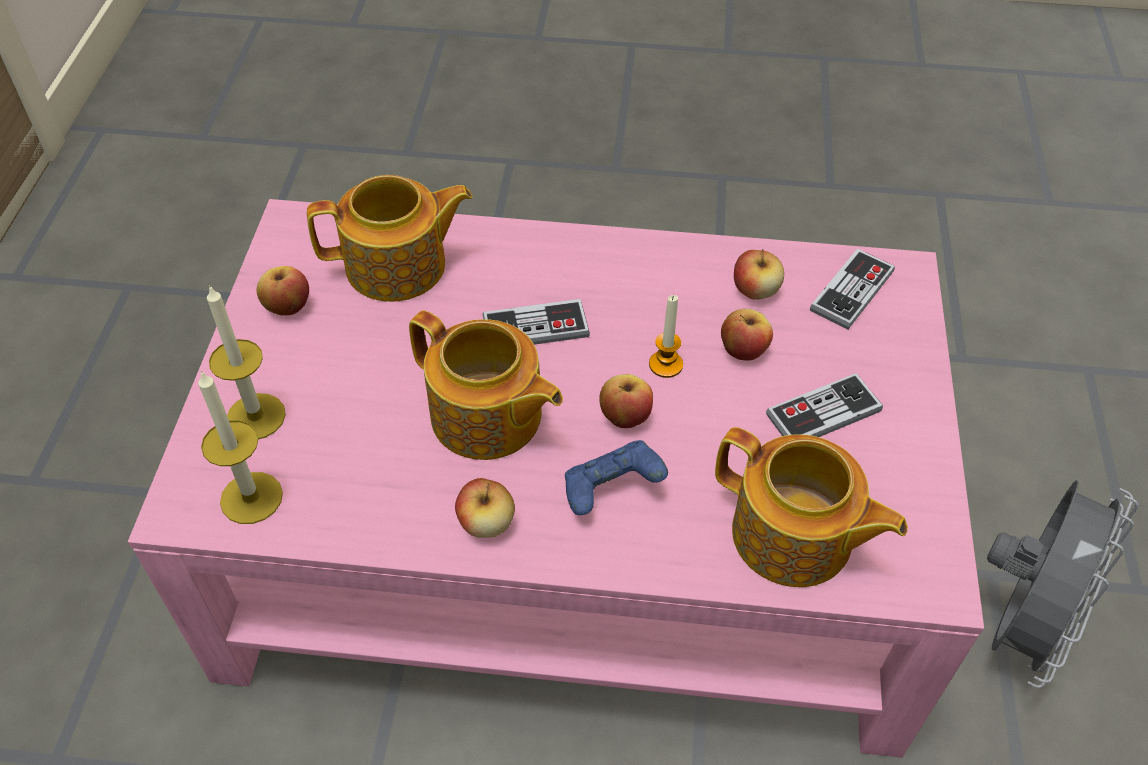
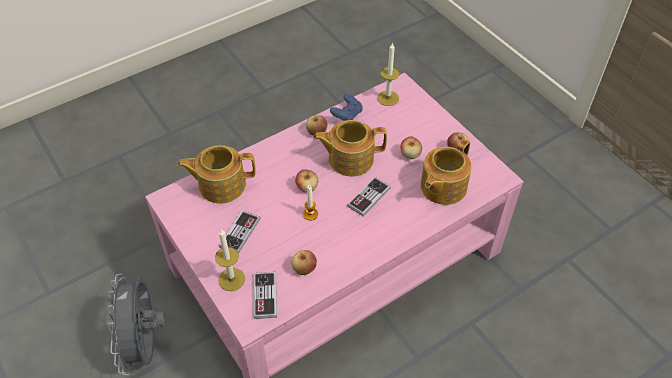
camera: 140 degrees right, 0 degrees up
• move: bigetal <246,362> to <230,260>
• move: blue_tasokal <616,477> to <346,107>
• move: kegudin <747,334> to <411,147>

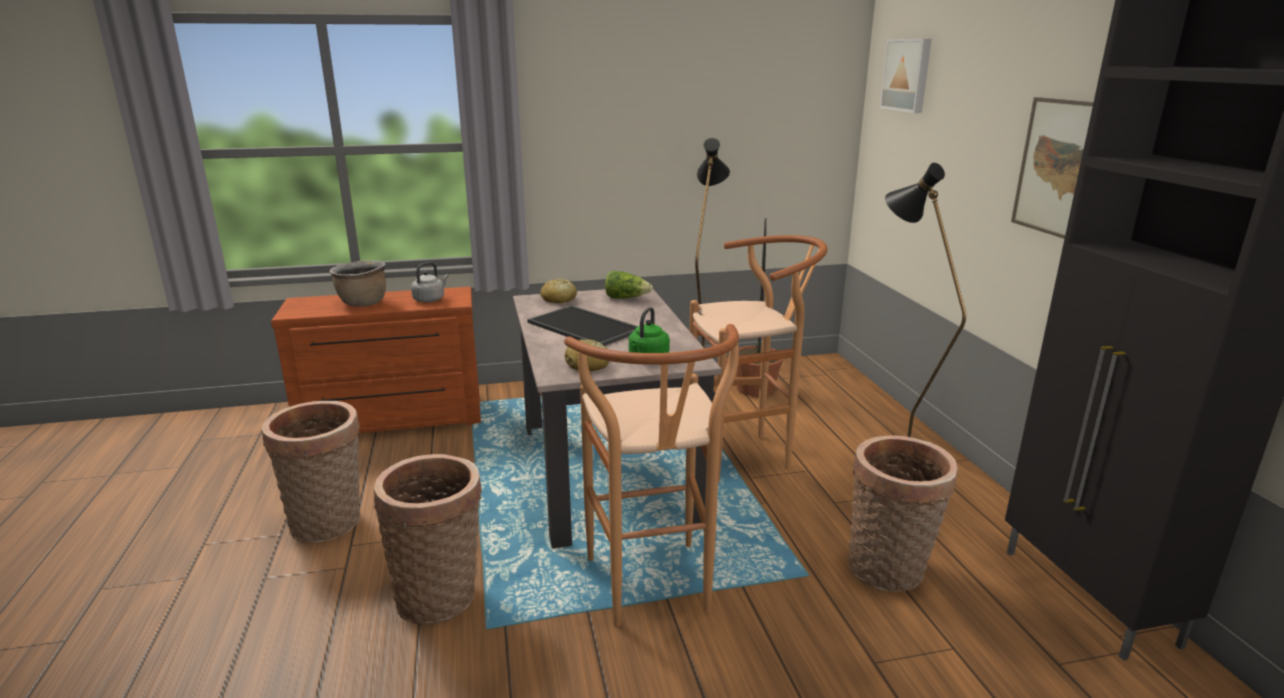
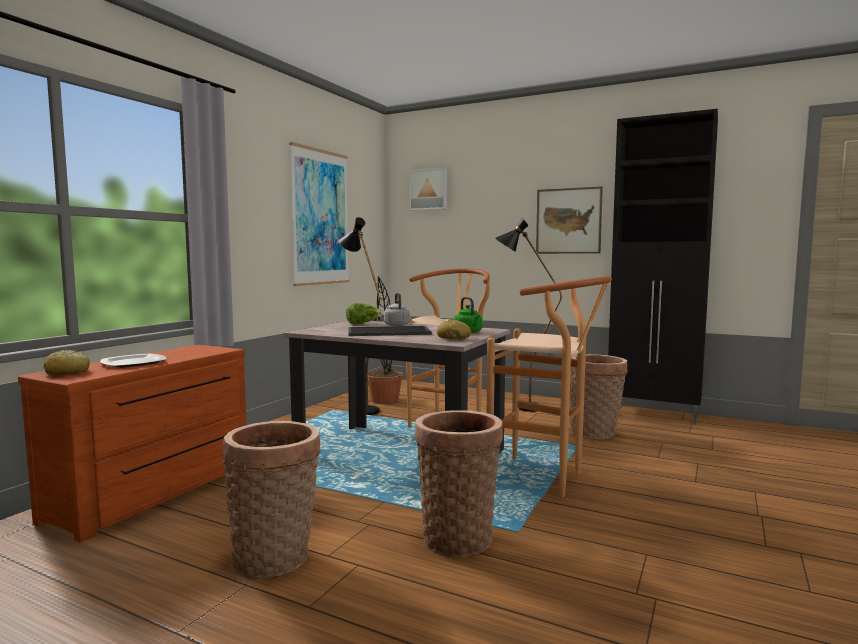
camera: 50 degrees left, 15 degrees down
• move: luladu <559,290> to <67,363>
• replace: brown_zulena <358,283> to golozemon <133,360>
• insert: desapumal <319,214>
• move: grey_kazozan <430,282> to <397,309>

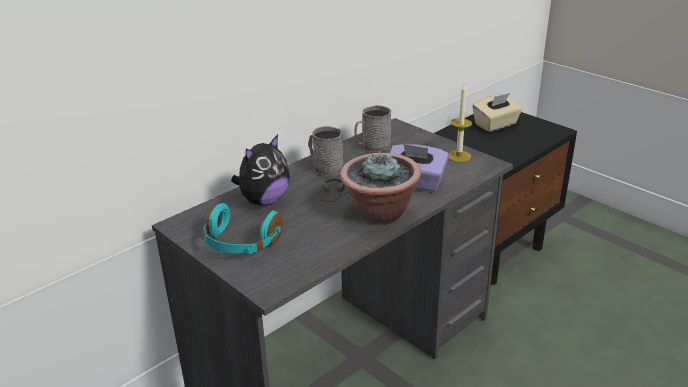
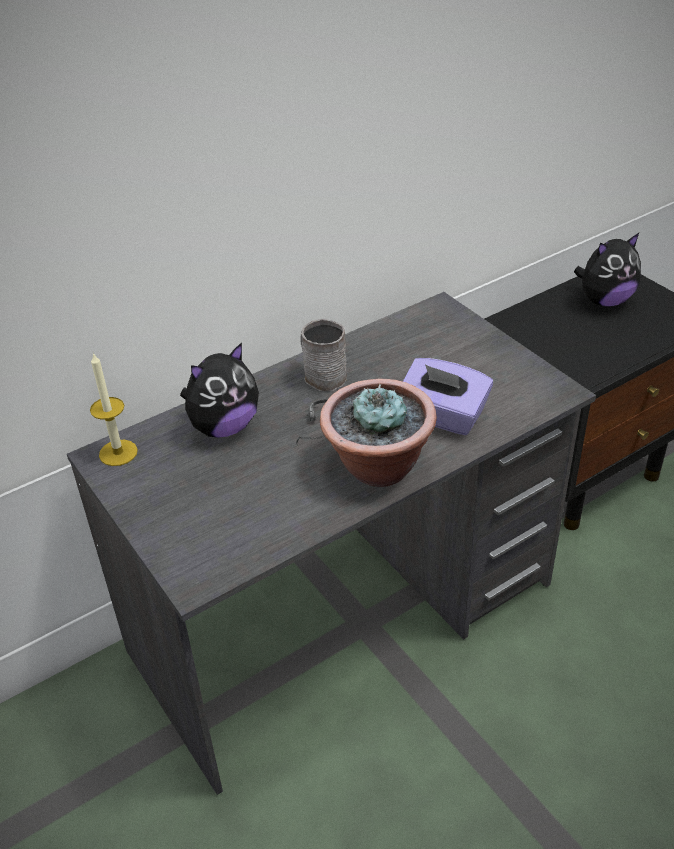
camera: 10 degrees right, 10 degrees up
• move: bigetal <460,122> to <114,409>
• replace: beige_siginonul <497,112> to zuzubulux <607,270>
• delete: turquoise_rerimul <242,228>
• delete: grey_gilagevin <373,128>

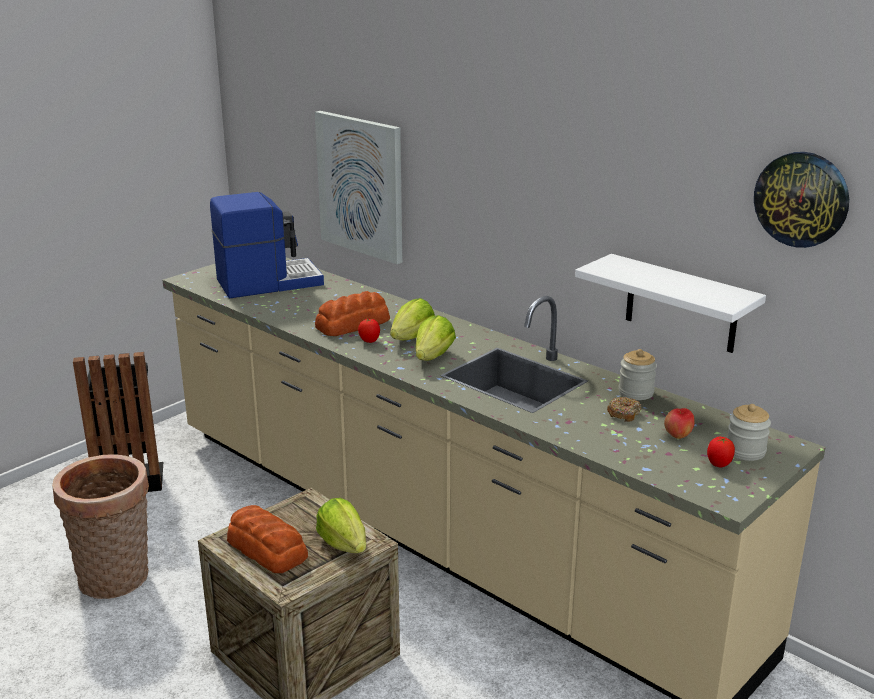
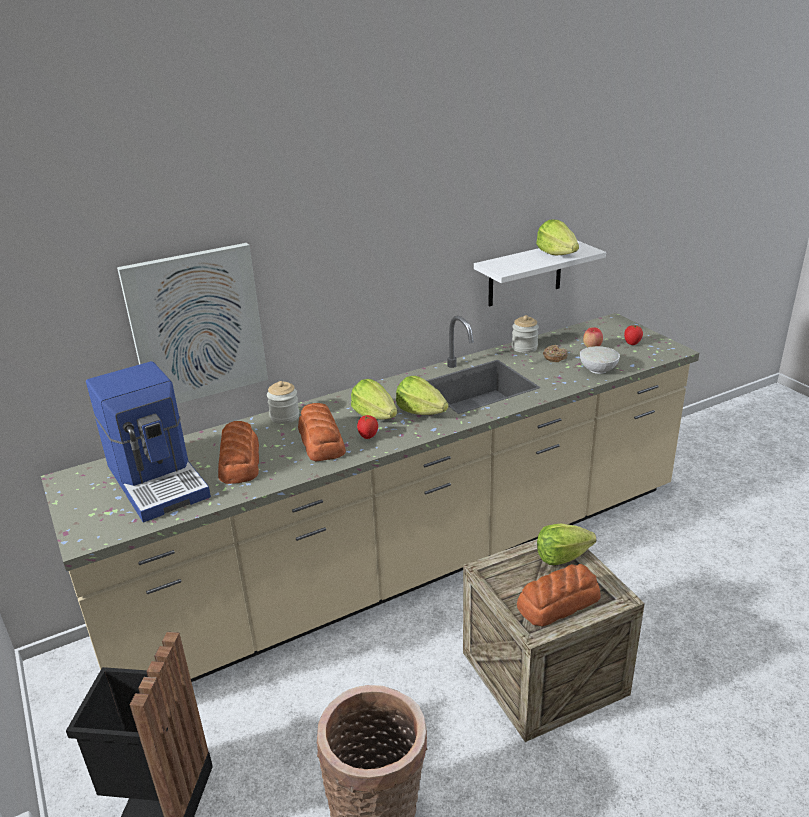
camera: 70 degrees left, 5 degrees up
• rotate: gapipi <267,245> = <148,441> 150 degrees clockwise
• insert: luladu <238,452>
• move: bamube <749,432> to <283,402>
• insert: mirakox <557,237>
• insert: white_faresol <600,360>
• delete: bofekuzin <801,200>

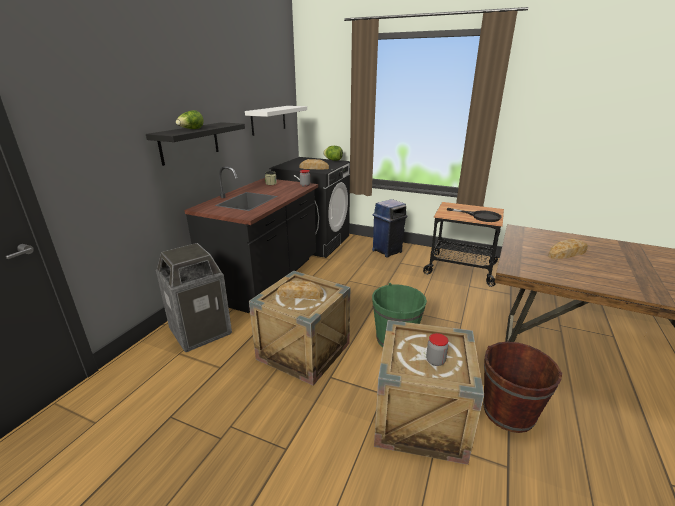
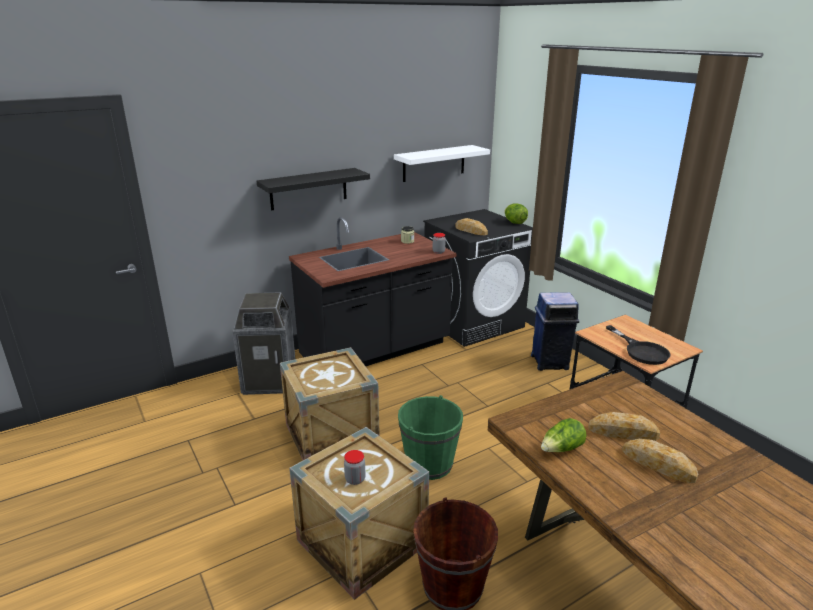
camera: 35 degrees right, 0 degrees up
• move: mirakox <190,119> to <564,435>
• move: luladu <300,290> to <660,461>

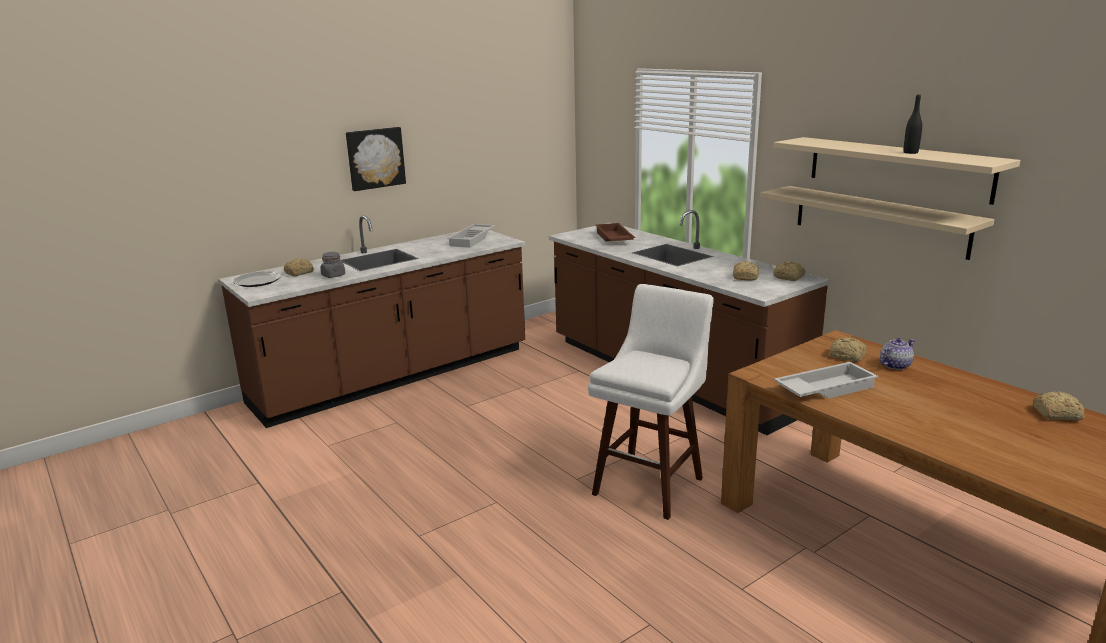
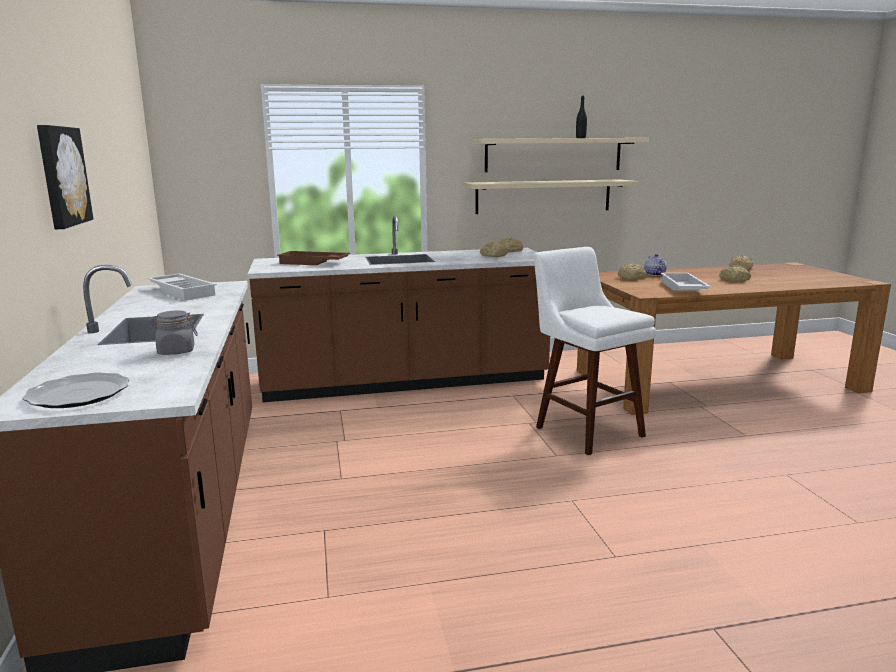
camera: 65 degrees left, 5 degrees down
• move: luladu <299,267> to <735,273>

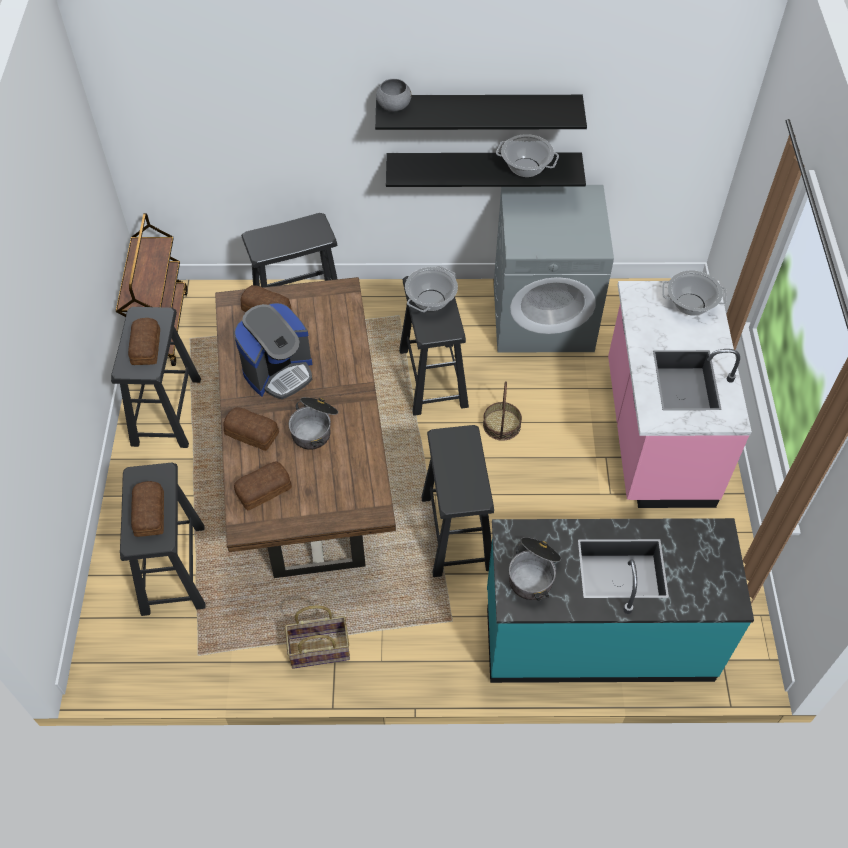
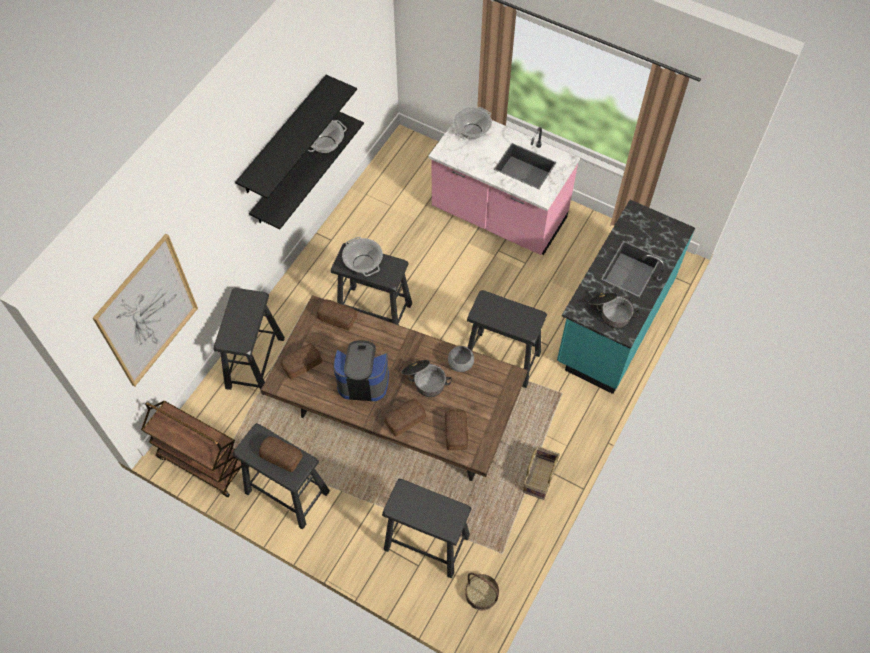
camera: 60 degrees left, 5 degrees up
• insert: desapumal <145,310>
• move: luladu <147,509> to <337,315>
• rotate: gapipi <273,351> = <361,370> 75 degrees counterclockwise
• move: grey_faresol <393,95> to <461,359>
• move: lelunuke <502,411> to <482,591>
• delete: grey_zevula <554,269>

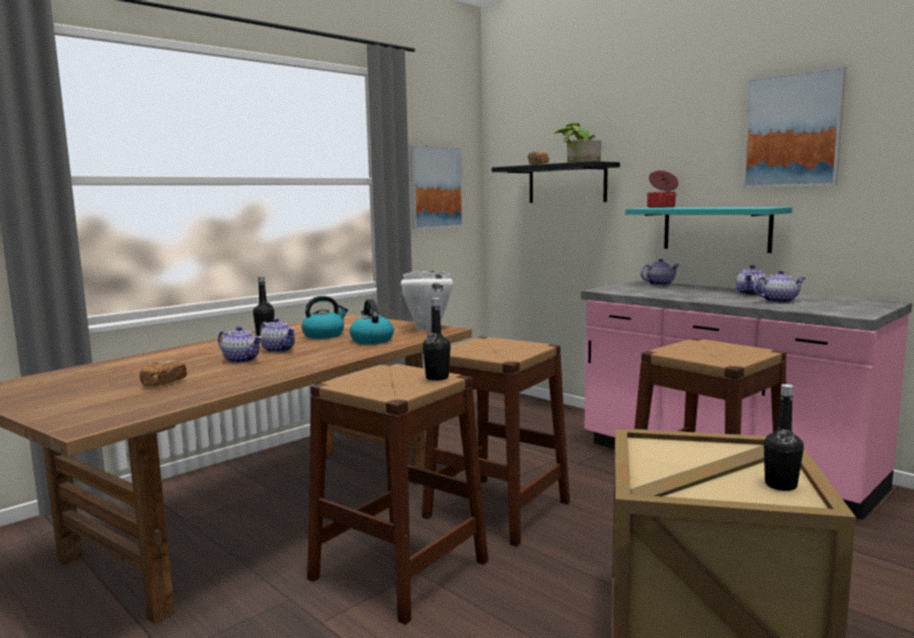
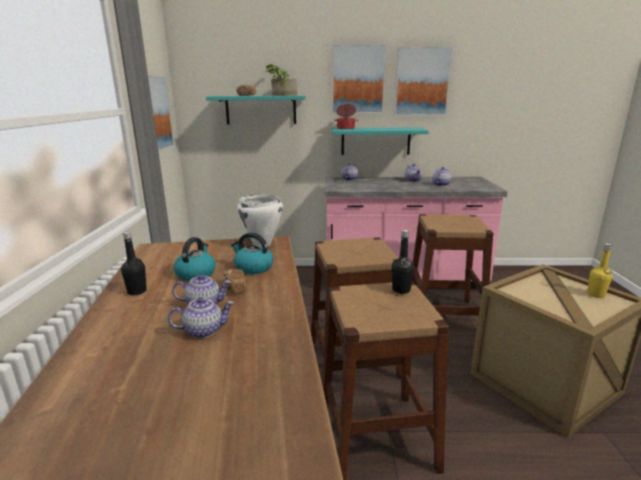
camera: 45 degrees left, 10 degrees up
• recolor: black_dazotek <556,182> to turquoise_dazotek <256,110>
• move: luladu <163,373> to <235,281>
• insert: desapumal <359,79>
• recolor: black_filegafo <784,437> to yellow_filegafo <600,270>

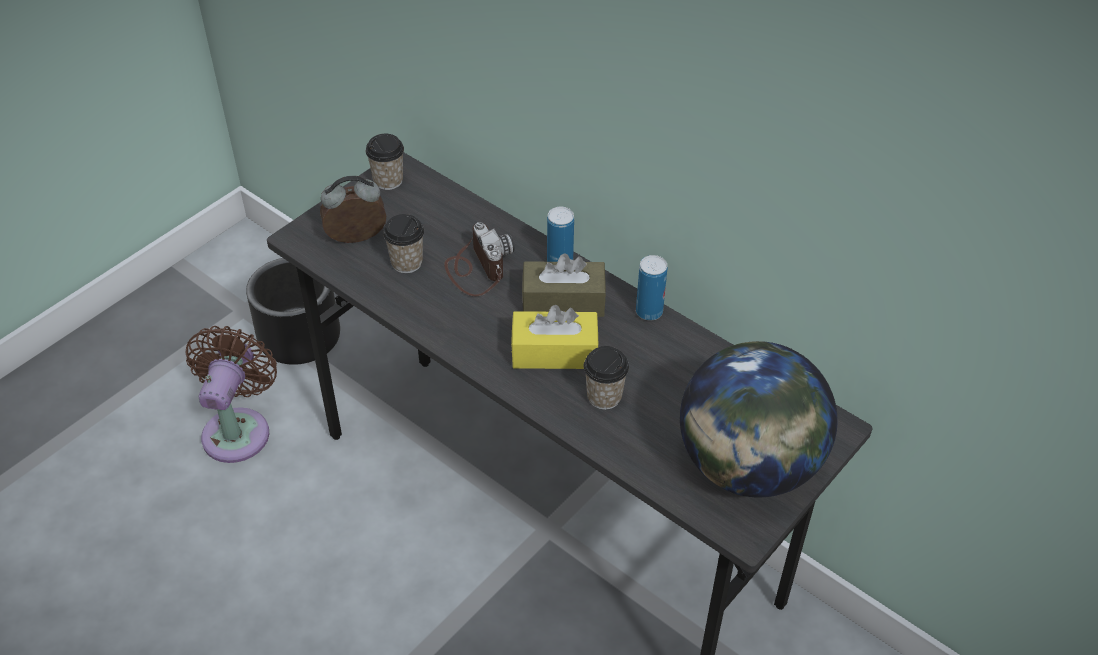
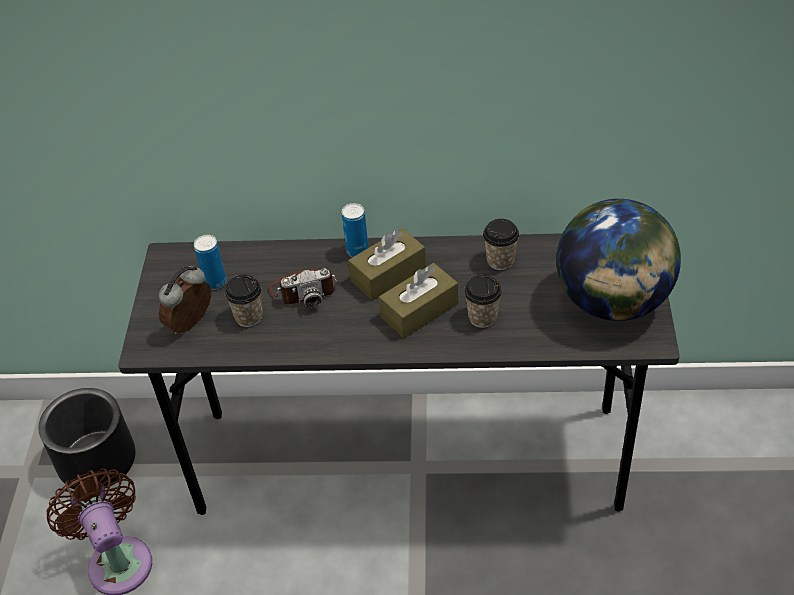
camera: 35 degrees left, 0 degrees up
• move: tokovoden <651,287> to <210,262>
• rotate: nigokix <479,259> = <304,288> 135 degrees clockwise
• recolor: yellow_siginonul <555,337> to brown_siginonul <418,300>
• move: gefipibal <385,162> to <501,244>

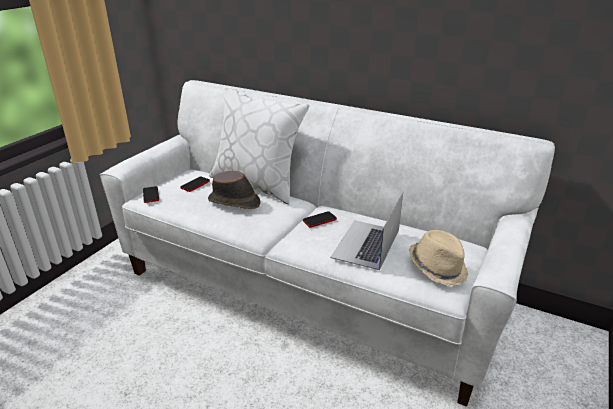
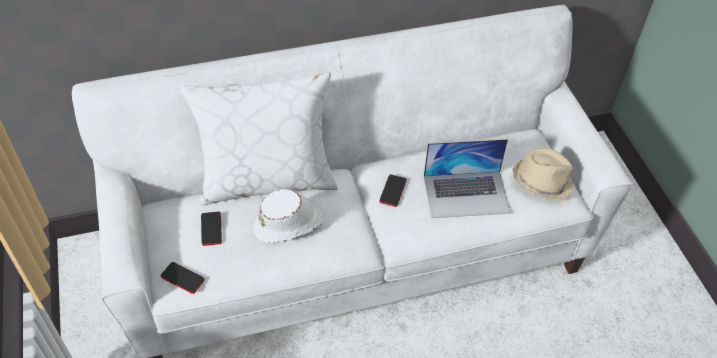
camera: 45 degrees left, 20 degrees up
• recolor: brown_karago <234,190> to white_karago <288,216>
• rotate: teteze <366,231> = <467,178> 75 degrees counterclockwise

